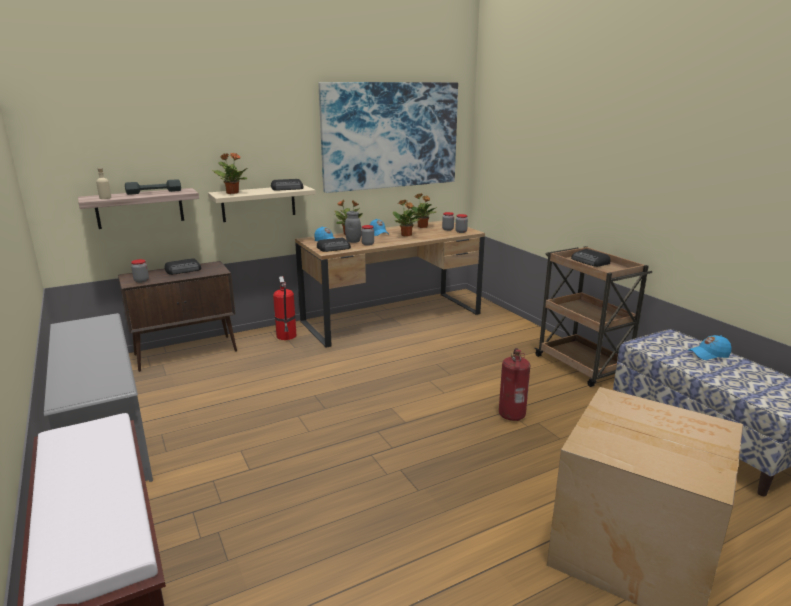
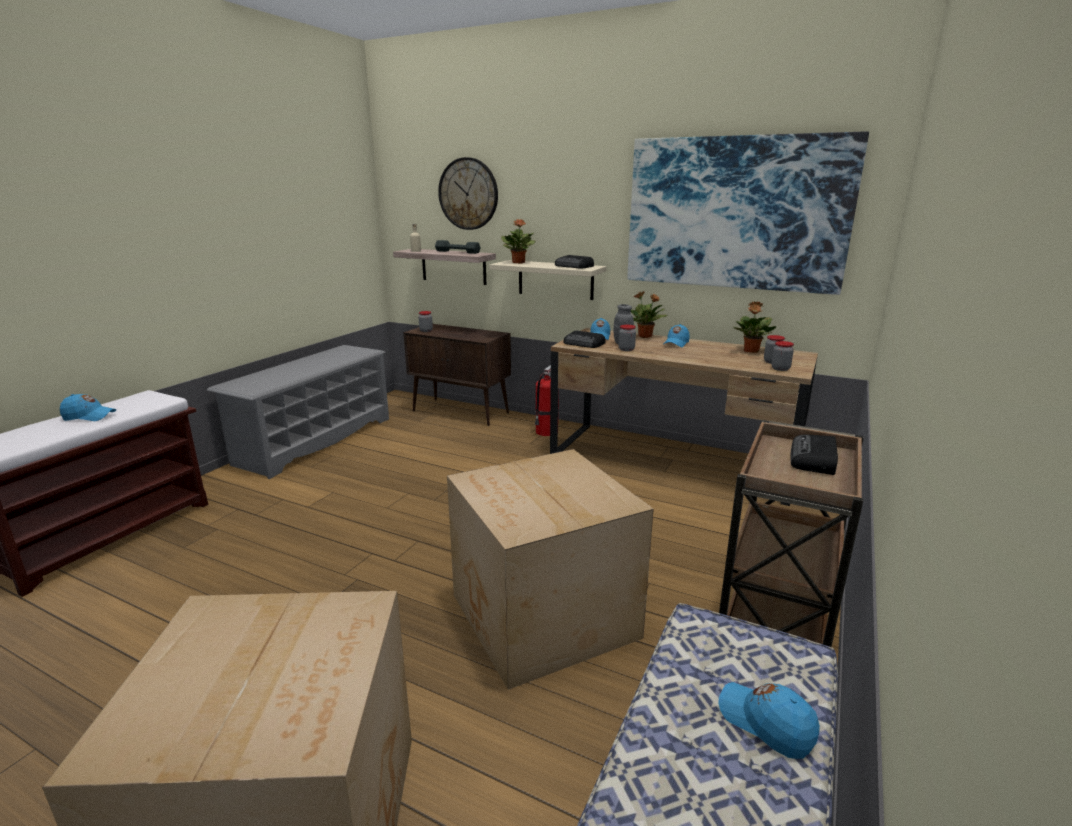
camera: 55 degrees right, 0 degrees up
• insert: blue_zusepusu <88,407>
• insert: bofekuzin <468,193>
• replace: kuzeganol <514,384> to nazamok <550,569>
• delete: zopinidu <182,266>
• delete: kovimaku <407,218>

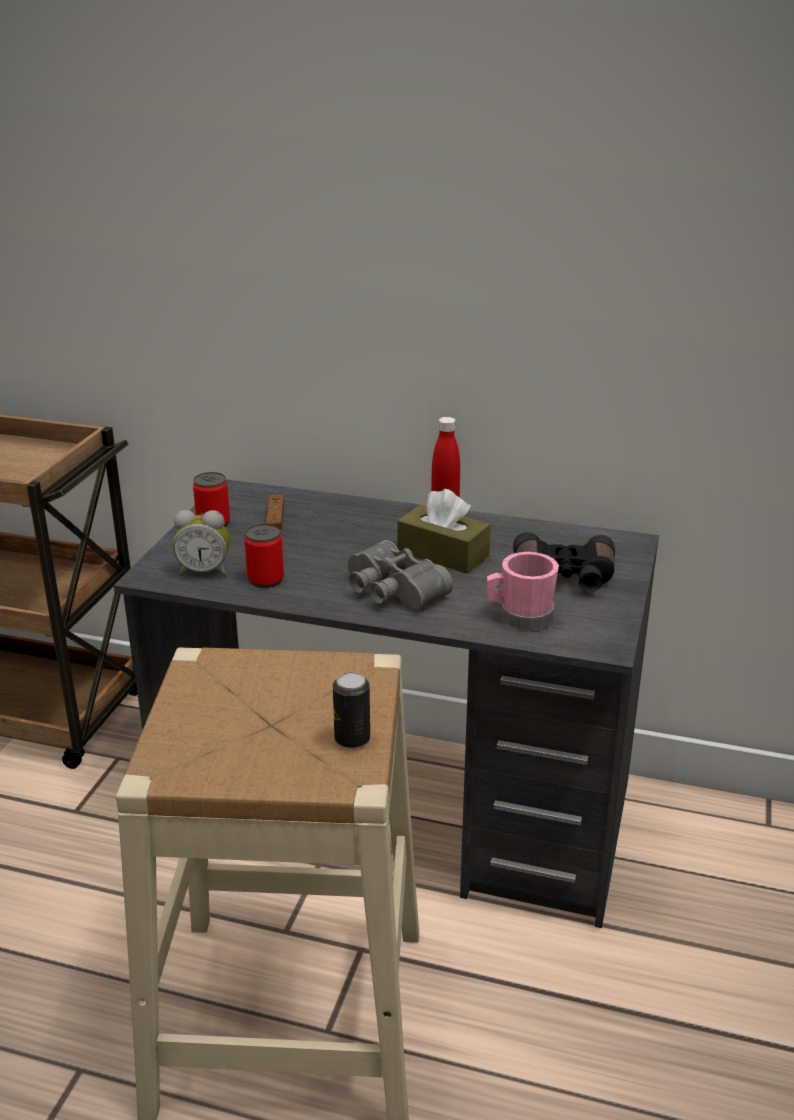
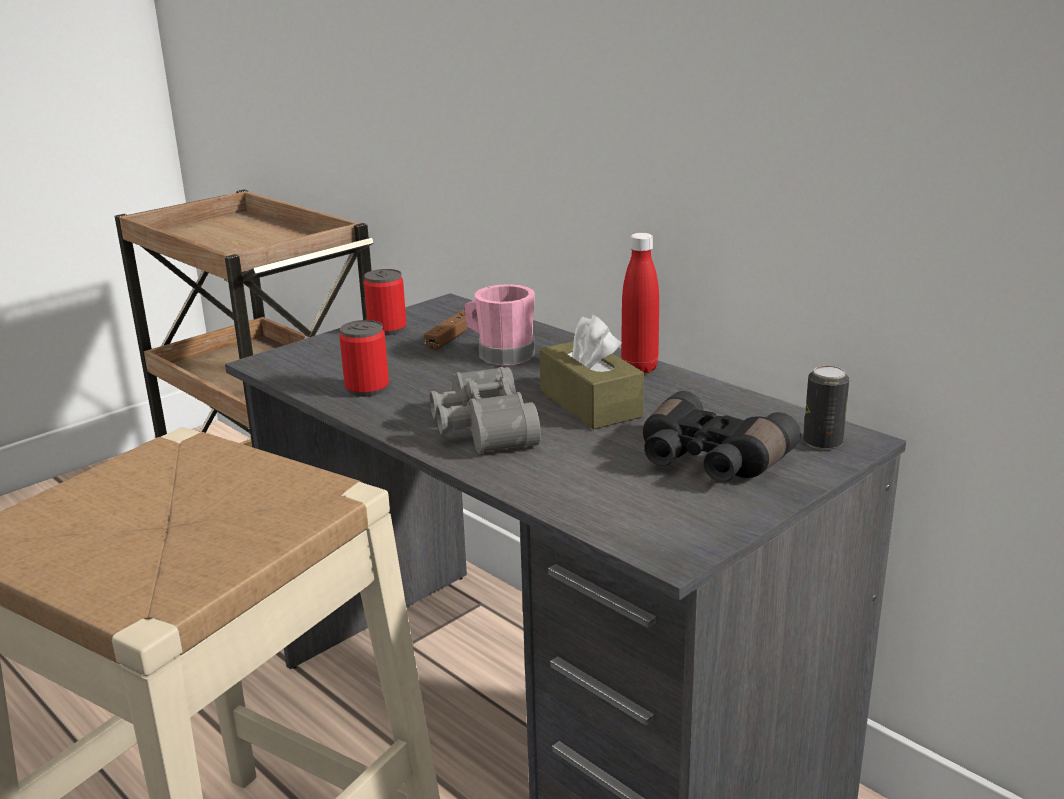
camera: 30 degrees right, 5 degrees down
• move: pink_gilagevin <523,591> to <499,324>
• move: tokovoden <351,710> to <826,408>
• delete: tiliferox <201,543>

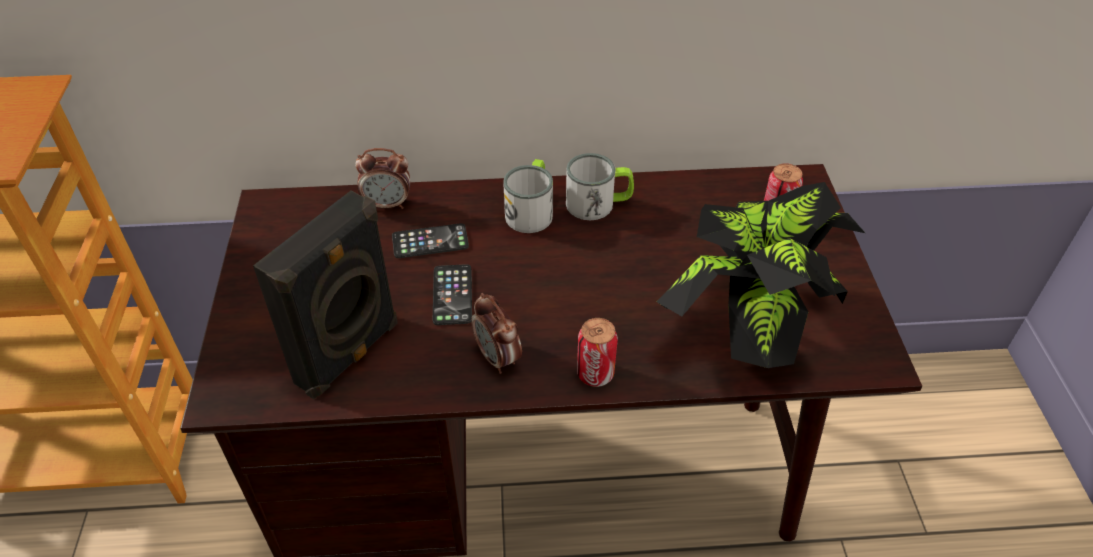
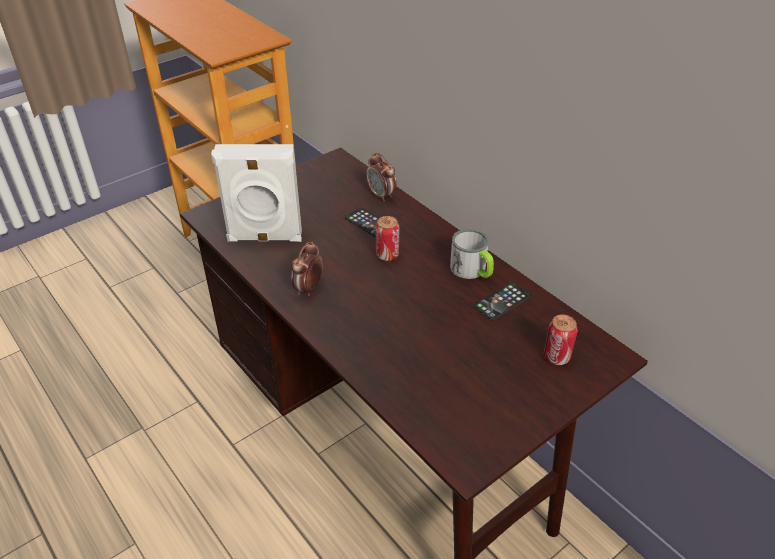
camera: 55 degrees right, 5 degrees down
• recolor: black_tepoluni <325,295> to white_tepoluni <256,193>
• move: tokovoden <597,352> to <387,238>
• move: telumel <452,294> to <502,301>
• delete: gilagevin <528,196>
• delete: kovimaku <761,275>

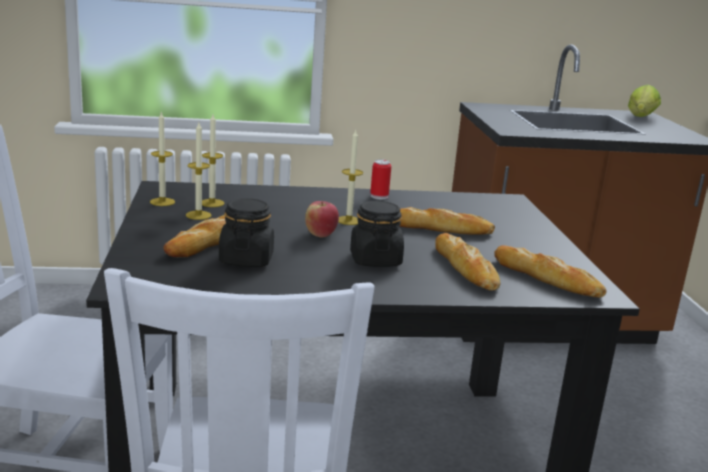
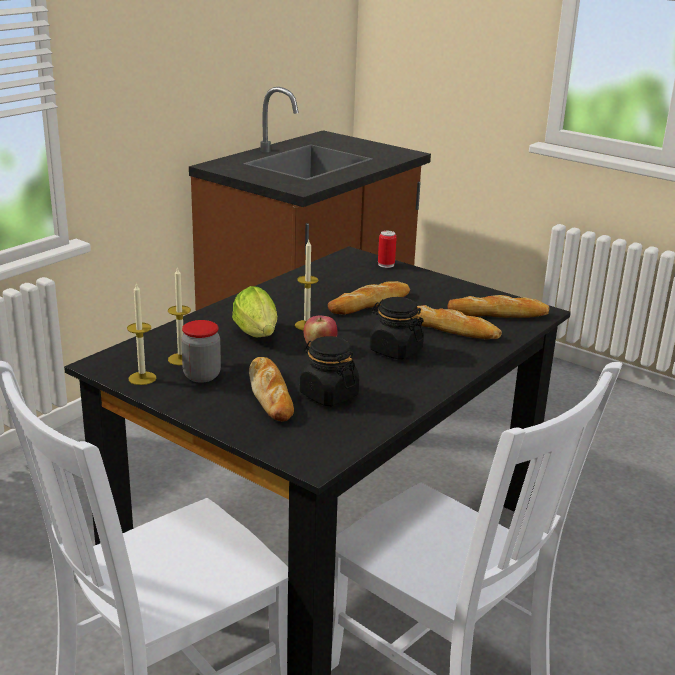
camera: 45 degrees left, 5 degrees up
• replace: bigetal <199,171> to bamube <201,351>
• move: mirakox <644,100> to <254,311>
• move: tokovoden <380,179> to <387,249>

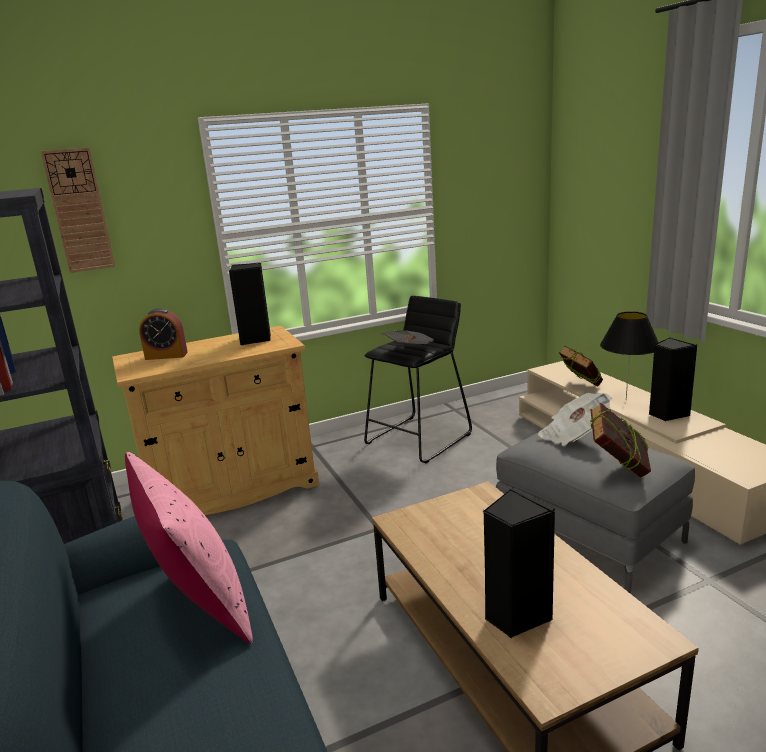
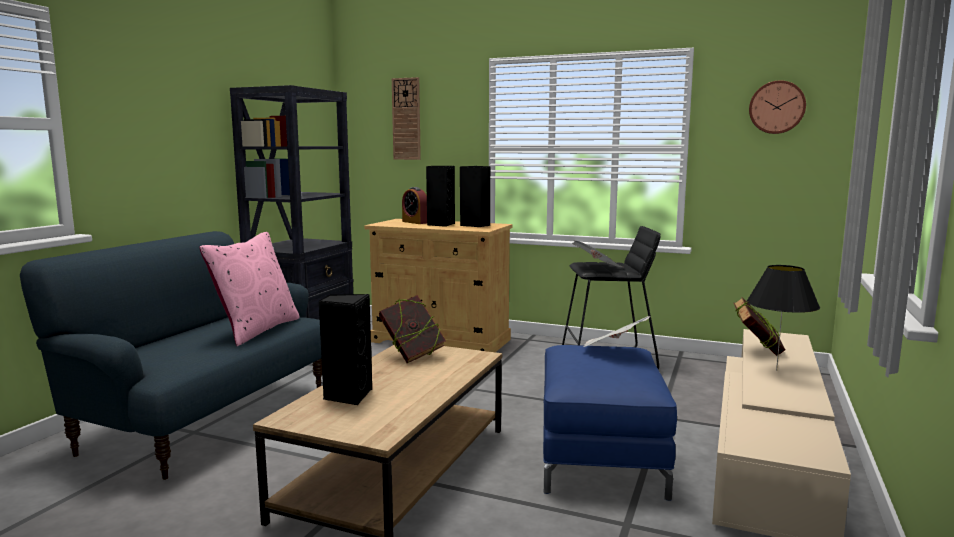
camera: 45 degrees right, 10 degrees down
• move: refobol <620,440> to <412,329>
• move: black_tepoluni <673,379> to <440,196>
• recolor: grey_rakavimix <595,512> to blue_rakavimix <610,423>
• insert: bofekuzin <777,107>

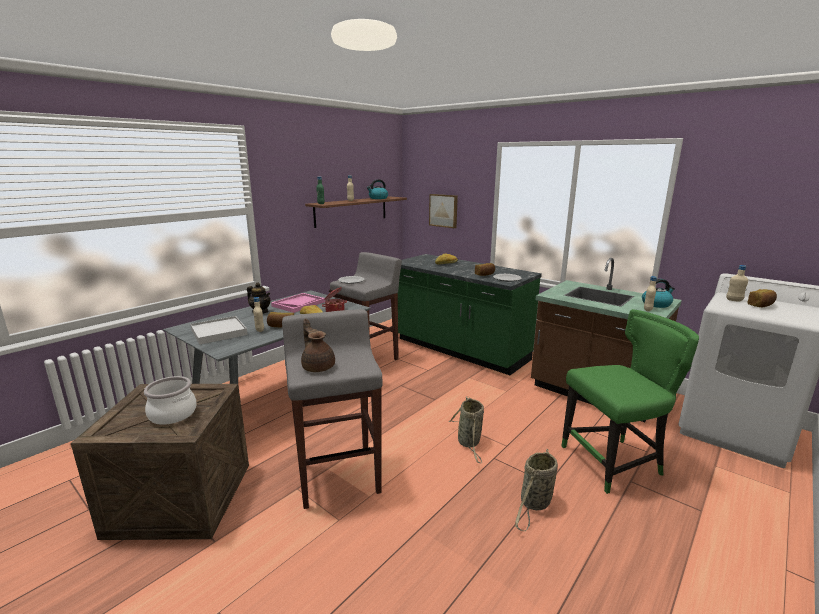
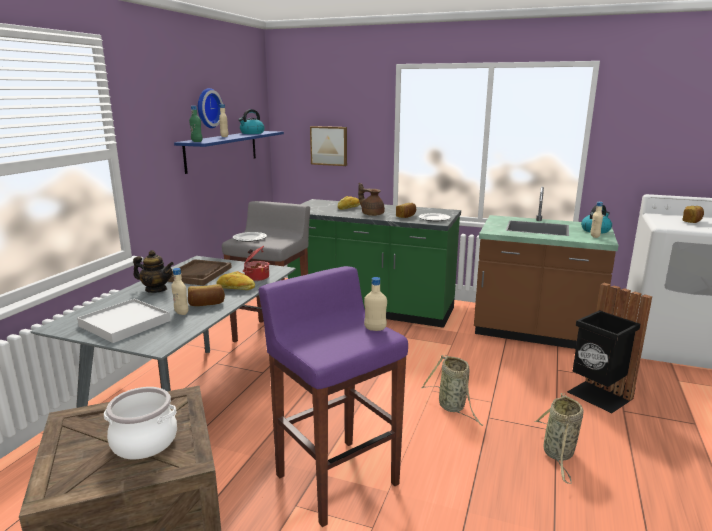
camera: 20 degrees left, 0 degrees up
• recolor: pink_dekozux <298,303> to brown_dekozux <200,272>
• recolor: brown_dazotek <356,212> to blue_dazotek <229,152>
• insert: bofekuzin <210,108>
• recolor: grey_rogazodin <332,409> to purple_rogazodin <333,396>
• move: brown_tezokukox <318,345> to <371,199>
• move: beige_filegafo <737,283> to <375,304>
• replace: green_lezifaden <630,401> to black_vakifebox <609,348>

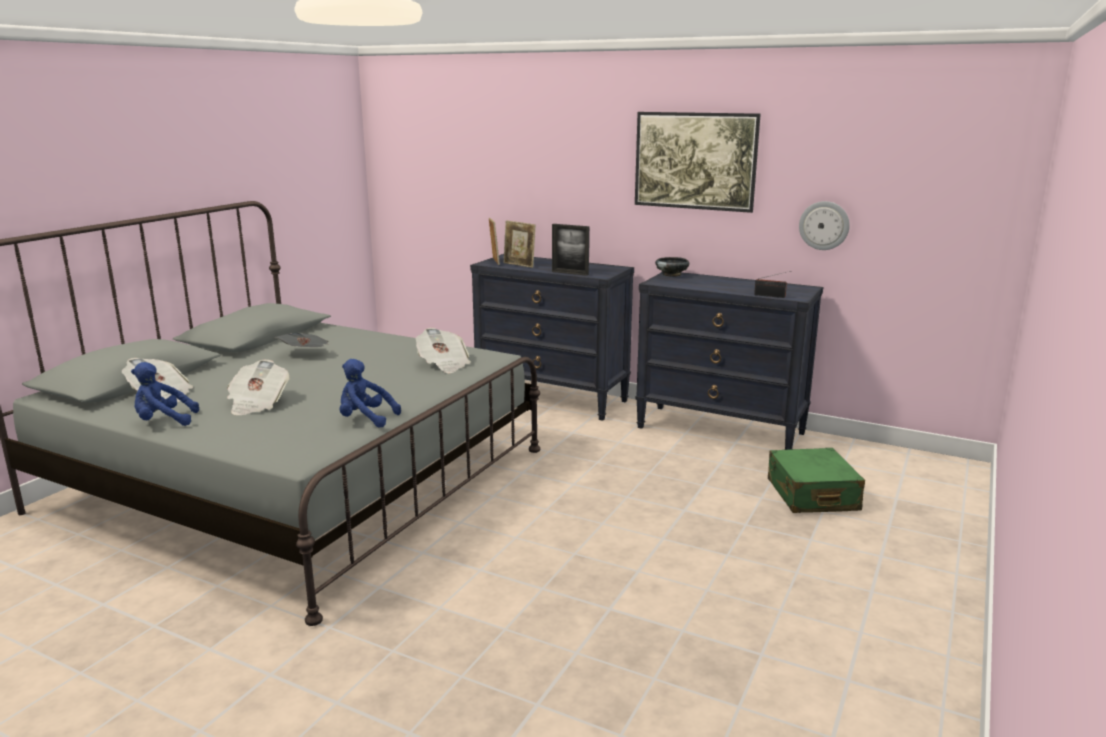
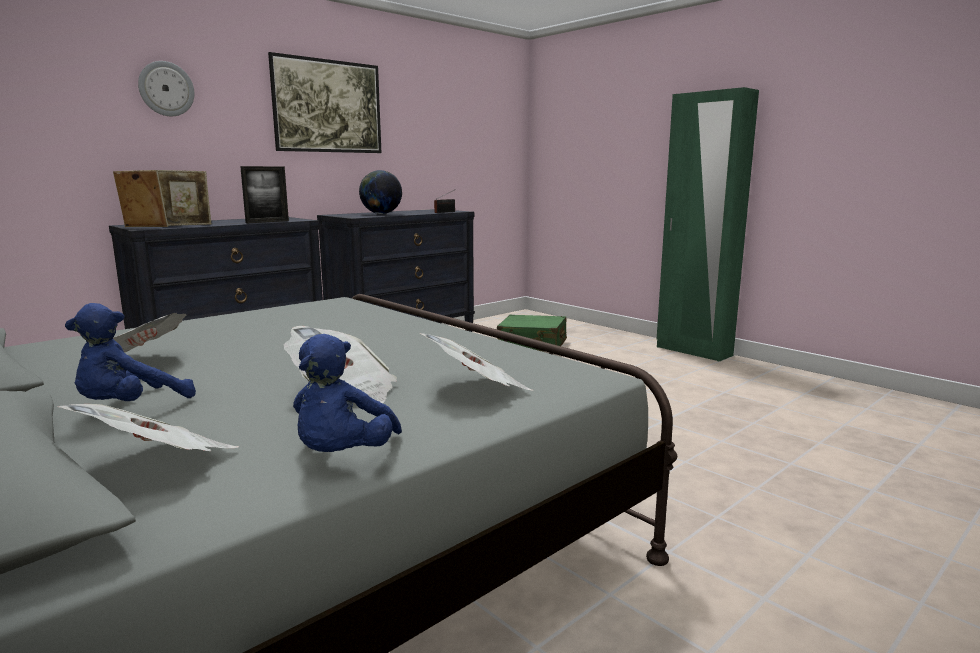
camera: 70 degrees left, 5 degrees down
• move: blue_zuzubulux <370,393> to <130,352>
• move: bofekuzin <824,225> to <166,88>
• insert: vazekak <380,192>
• move: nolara <443,350> to <477,362>
• insert: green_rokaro <708,224>
• delete: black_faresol <672,267>

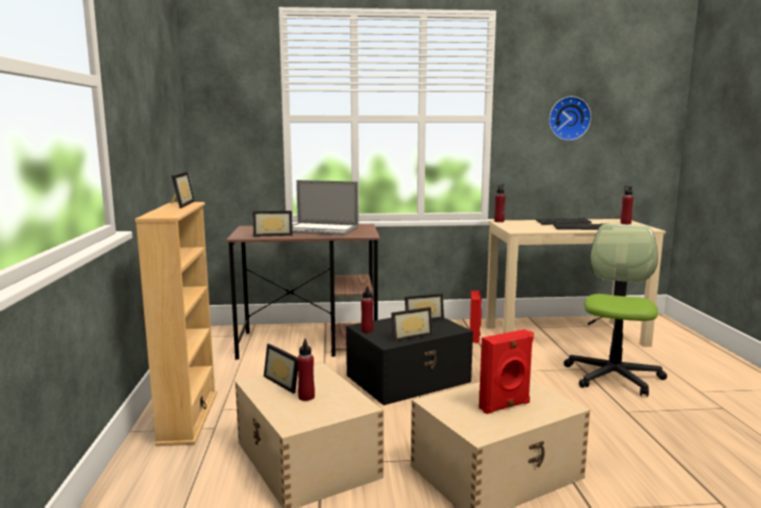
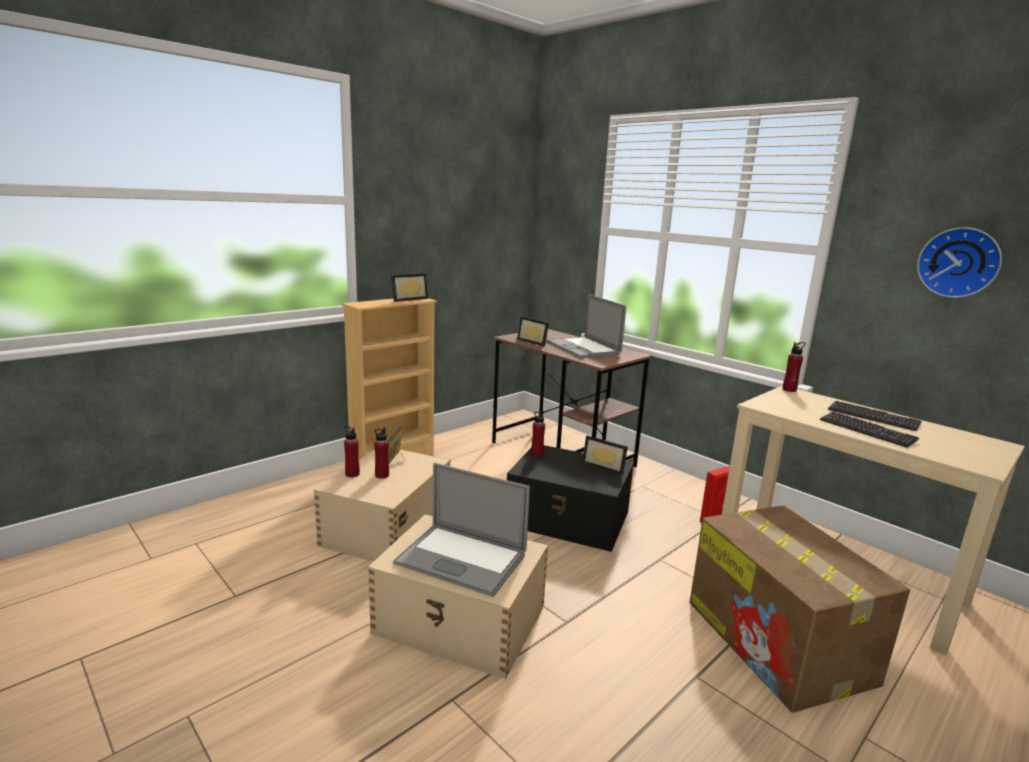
camera: 50 degrees right, 5 degrees up
• move: red_filegafo <627,205> to <352,451>
• replace: red_tepoluni <506,371> to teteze <461,529>
• replace: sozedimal <615,310> to nazamok <800,609>
• delete: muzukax <412,324>

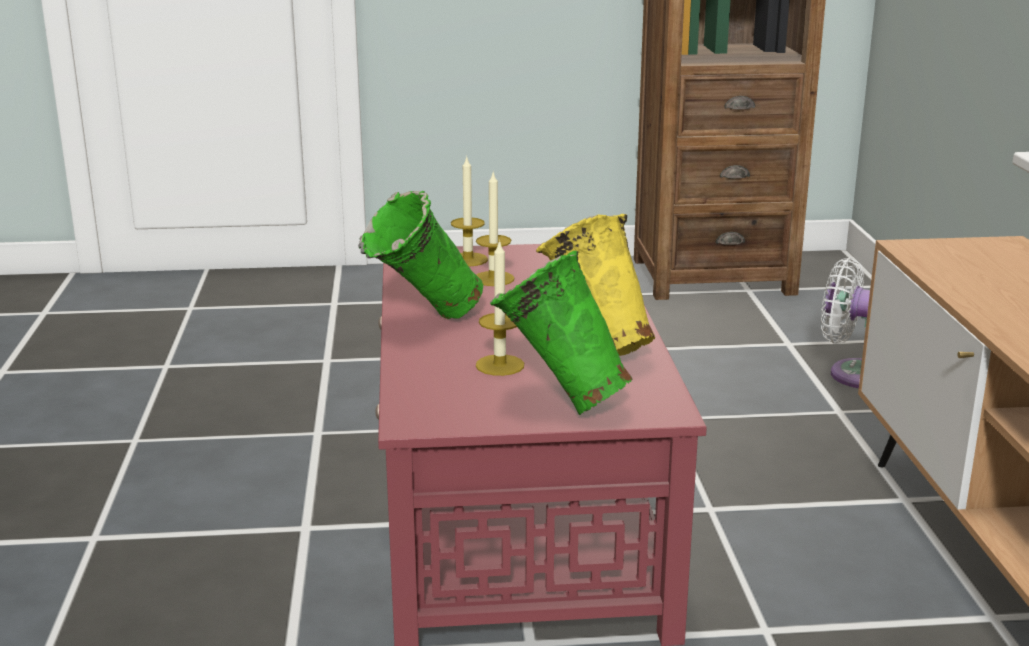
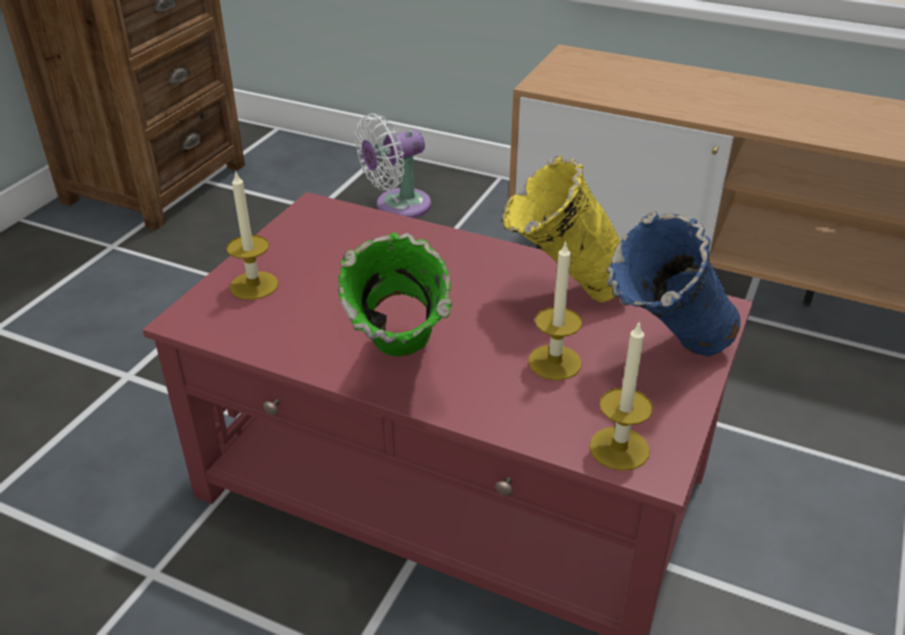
camera: 60 degrees left, 15 degrees up
• move: bigetal <495,228> to <621,395>
• recolor: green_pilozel <561,333> to blue_pilozel <673,283>

